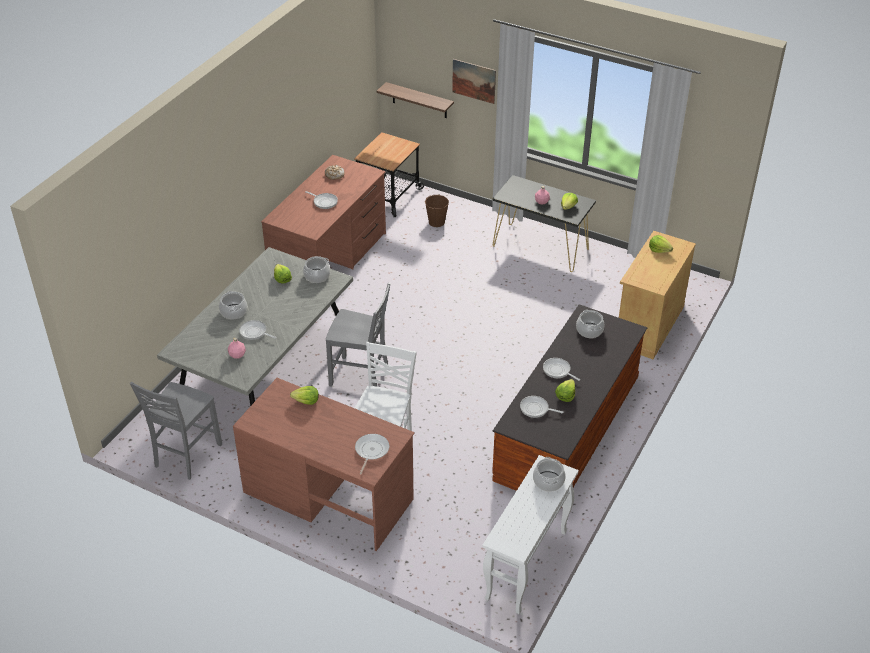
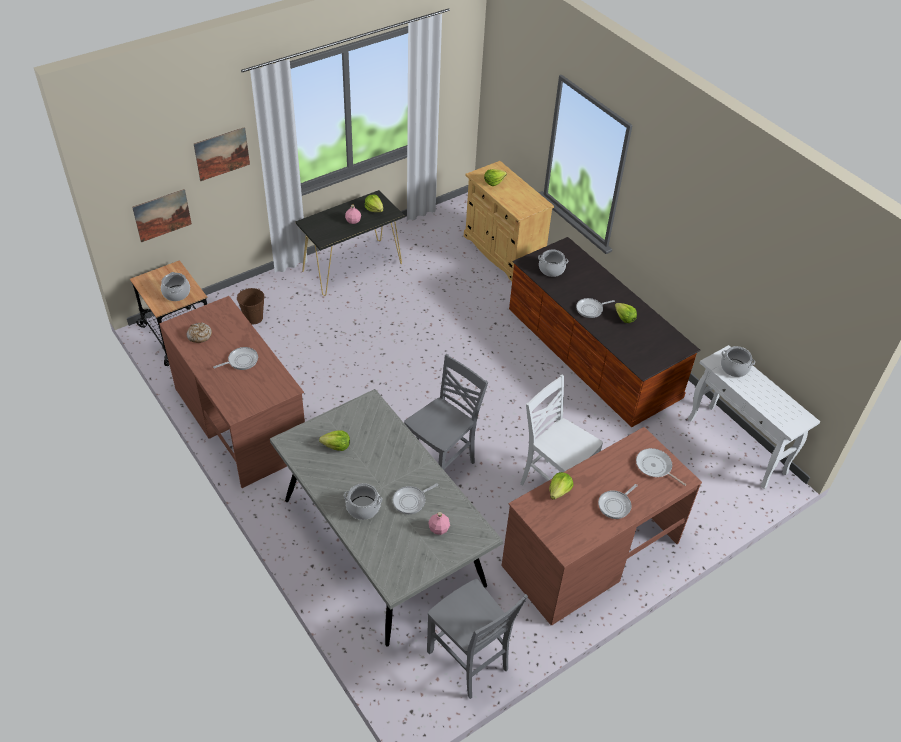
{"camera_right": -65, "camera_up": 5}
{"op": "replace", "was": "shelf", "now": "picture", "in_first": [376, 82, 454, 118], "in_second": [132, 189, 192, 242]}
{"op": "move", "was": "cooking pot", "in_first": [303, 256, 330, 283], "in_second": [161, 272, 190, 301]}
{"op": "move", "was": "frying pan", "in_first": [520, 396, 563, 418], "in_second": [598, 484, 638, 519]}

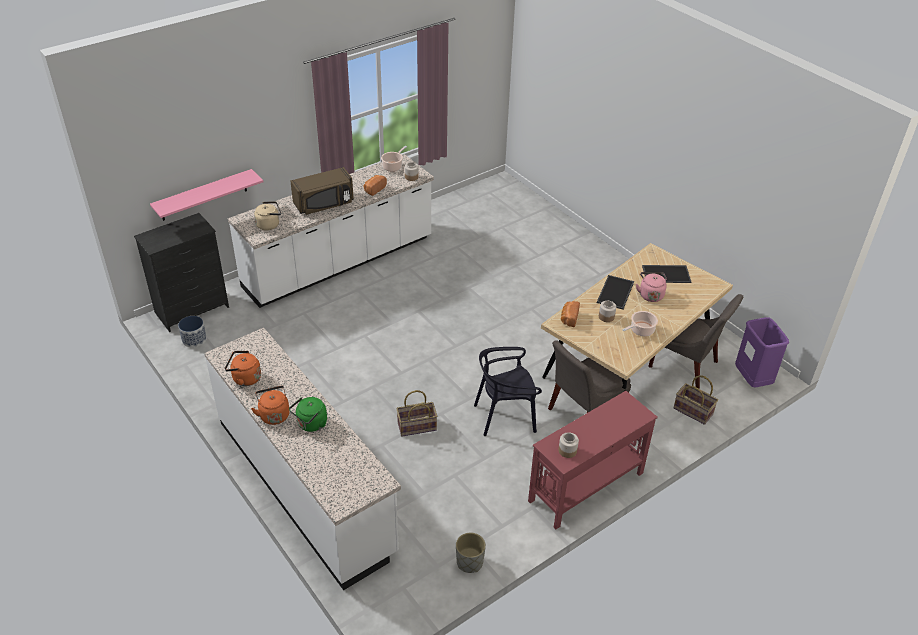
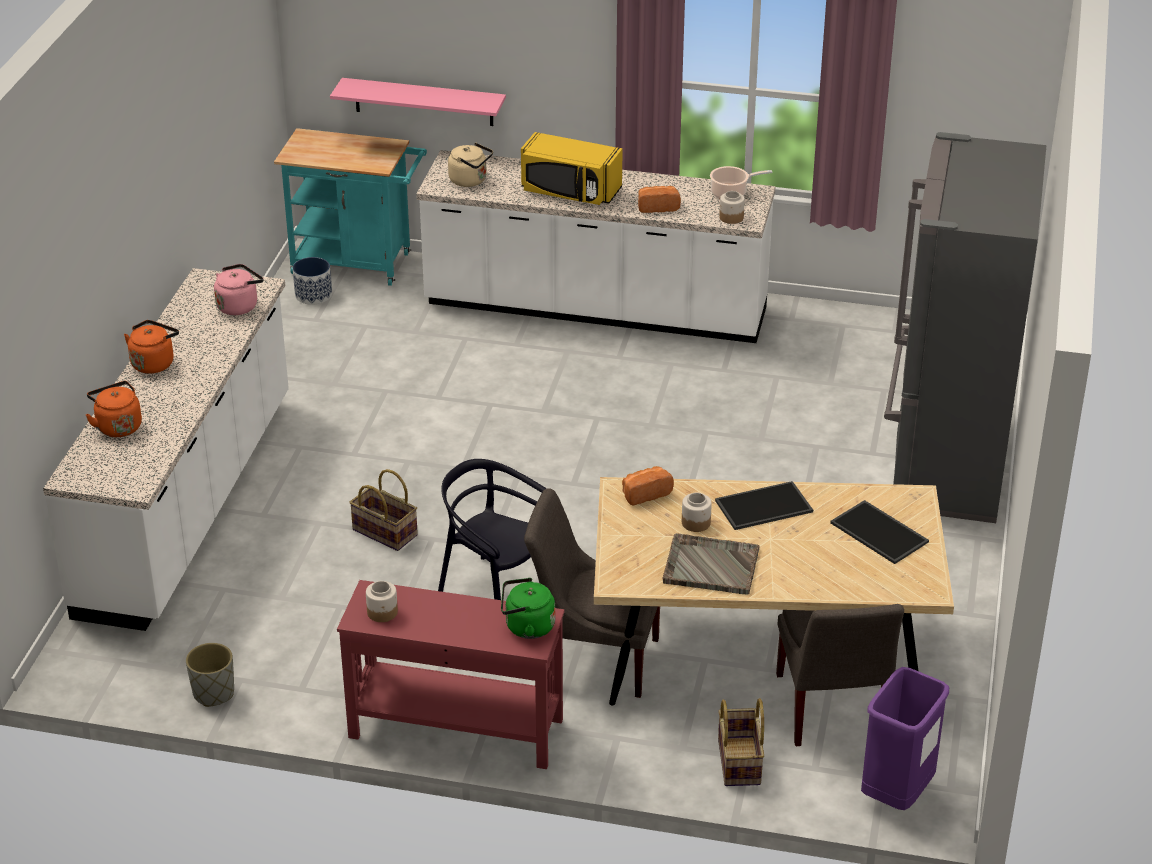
{"camera_right": 50, "camera_up": -5}
{"op": "move", "was": "orange kettle", "in_first": [225, 351, 261, 386], "in_second": [86, 381, 142, 437]}
{"op": "move", "was": "pink kettle", "in_first": [636, 272, 667, 302], "in_second": [214, 264, 264, 315]}
{"op": "replace", "was": "black dresser", "now": "turquoise cart", "in_first": [134, 213, 229, 332], "in_second": [274, 128, 427, 286]}
{"op": "move", "was": "green kettle", "in_first": [289, 397, 327, 432], "in_second": [501, 578, 555, 639]}
{"op": "recolor", "was": "brown microwave", "now": "yellow microwave", "in_first": [290, 167, 354, 215], "in_second": [521, 132, 623, 205]}
{"op": "replace", "was": "cooking pot", "now": "grey tray", "in_first": [623, 311, 658, 336], "in_second": [662, 533, 760, 595]}
{"op": "insert", "now": "grey fridge", "in_second": [884, 132, 1047, 523]}

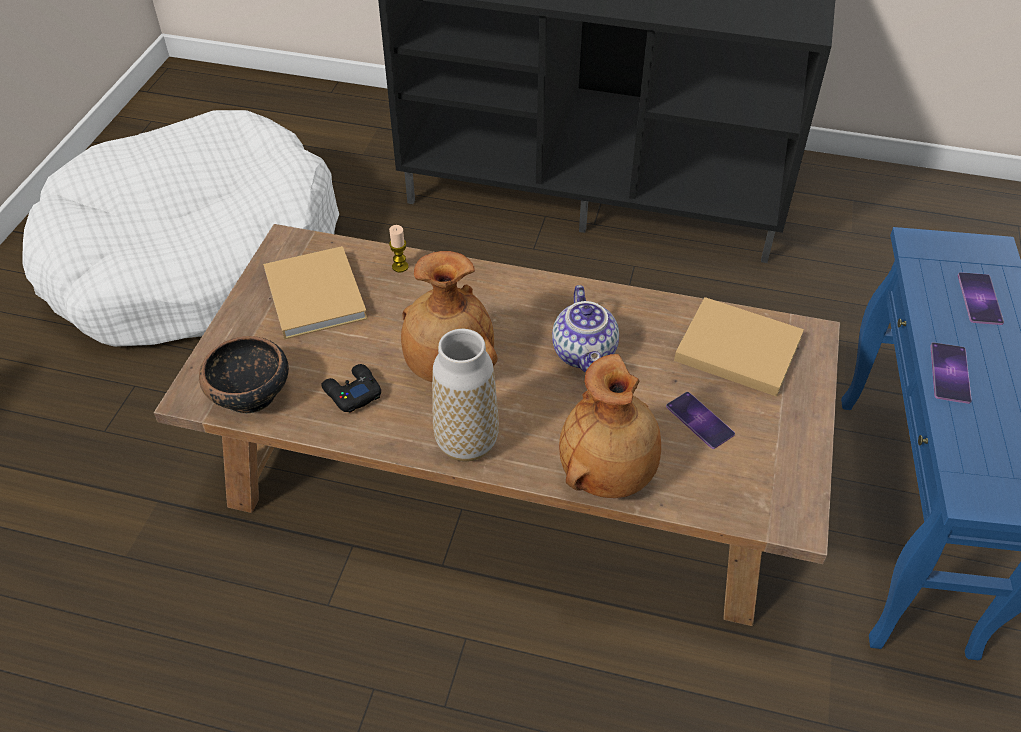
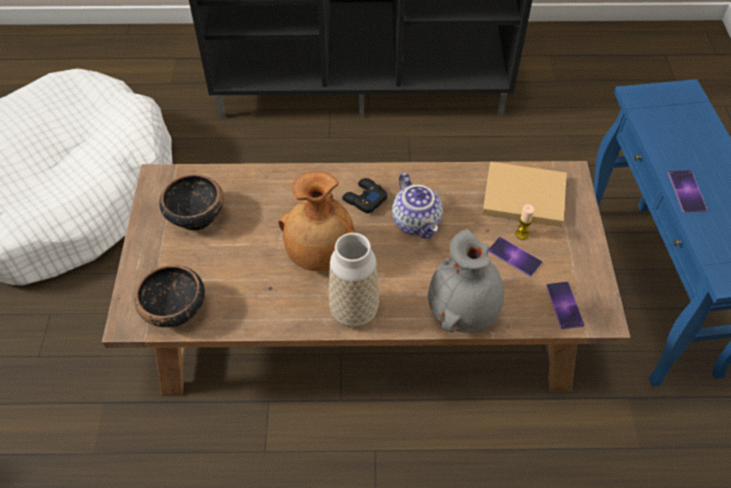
{"camera_right": -15, "camera_up": 5}
{"op": "replace", "was": "beige book", "now": "bowl", "in_first": [263, 246, 368, 340], "in_second": [159, 174, 224, 231]}
{"op": "move", "was": "black game controller", "in_first": [321, 364, 381, 412], "in_second": [342, 178, 387, 213]}
{"op": "recolor", "was": "brown vase", "now": "grey vase", "in_first": [559, 354, 661, 498], "in_second": [428, 229, 504, 333]}
{"op": "move", "was": "candle", "in_first": [389, 225, 409, 272], "in_second": [515, 204, 534, 240]}
{"op": "move", "was": "phone", "in_first": [958, 272, 1004, 325], "in_second": [546, 281, 585, 329]}

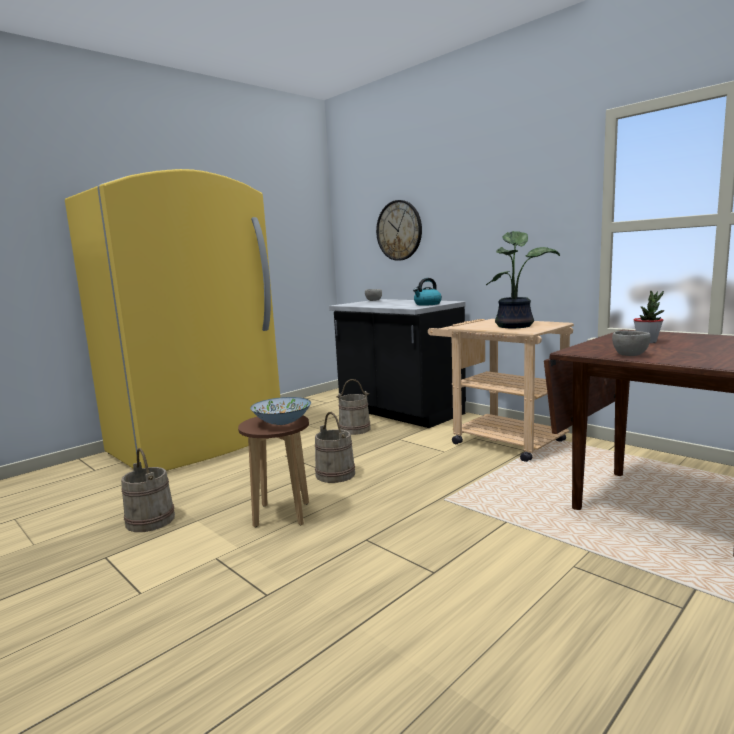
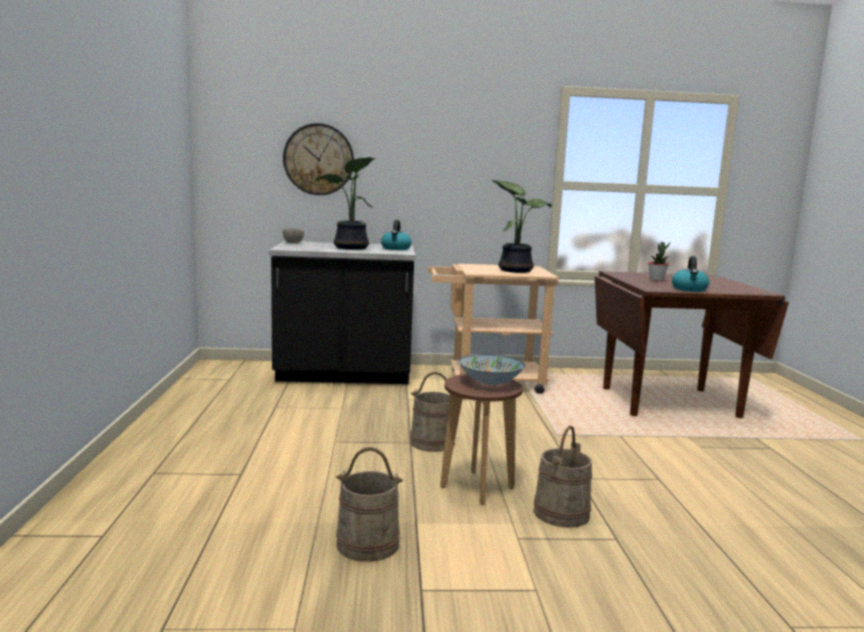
{"camera_right": -50, "camera_up": 0}
{"op": "insert", "now": "potted plant", "in_second": [313, 157, 375, 250]}
{"op": "move", "was": "beige bucket", "in_first": [336, 379, 371, 435], "in_second": [534, 426, 592, 528]}
{"op": "replace", "was": "grey bowl", "now": "kettle", "in_first": [612, 331, 651, 356], "in_second": [672, 256, 709, 292]}
{"op": "delete", "was": "yellow fridge", "in_first": [65, 169, 280, 471]}

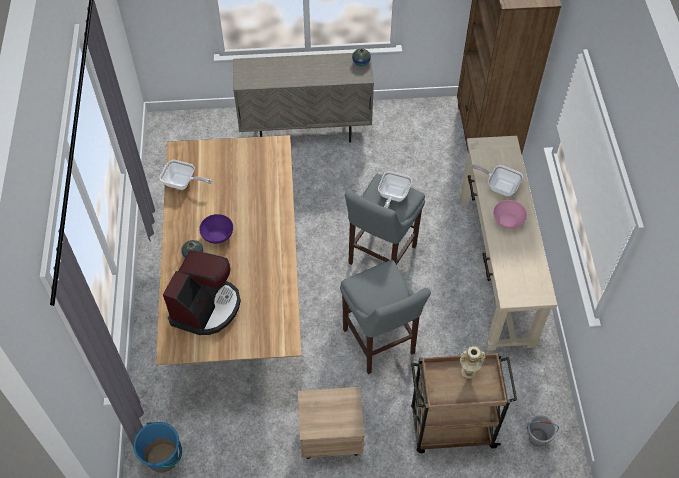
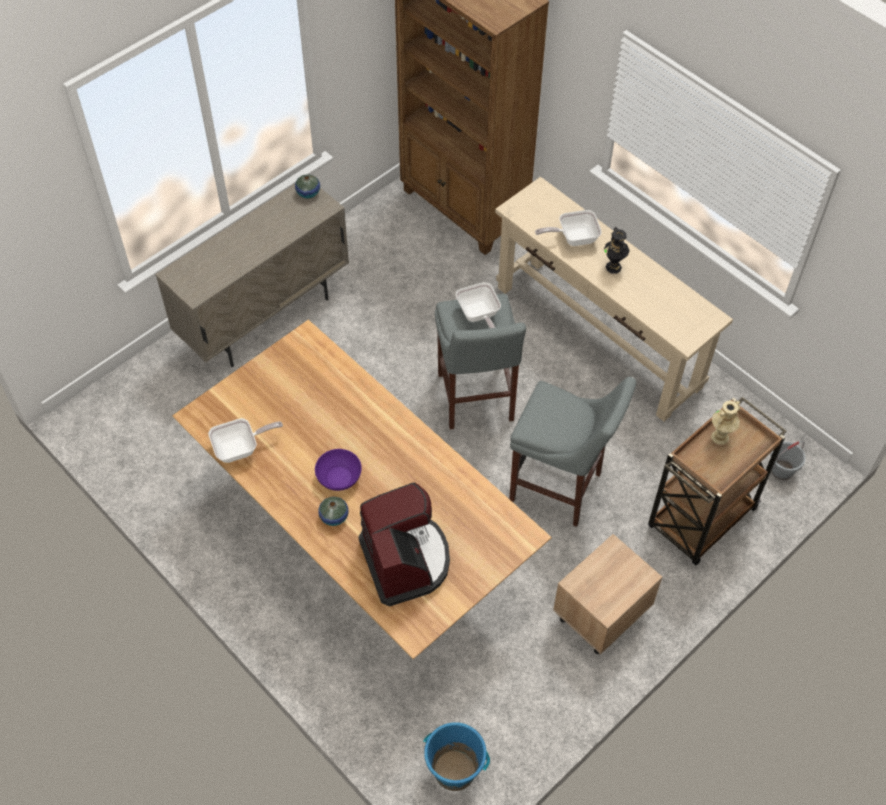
{"camera_right": -40, "camera_up": 0}
{"op": "replace", "was": "pink bowl", "now": "black vase", "in_first": [493, 200, 527, 229], "in_second": [604, 227, 630, 274]}

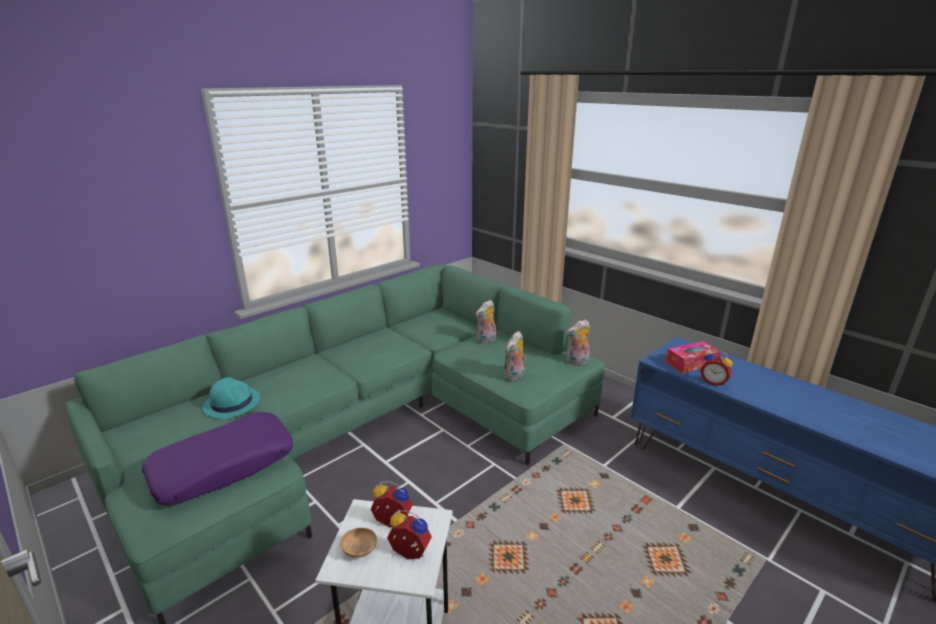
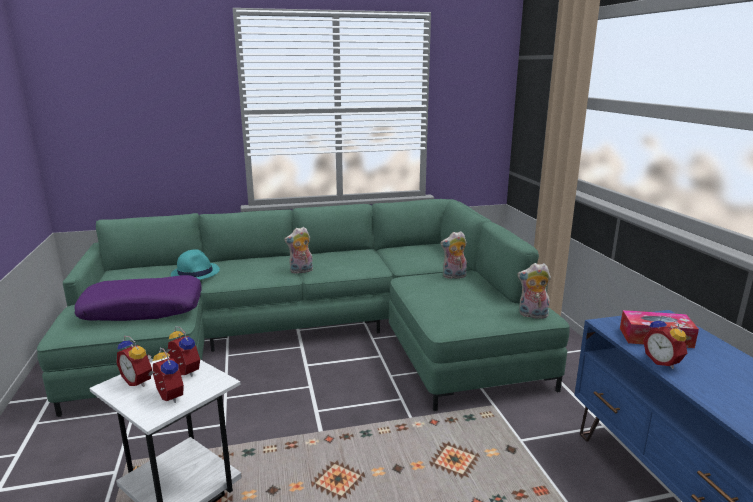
{"camera_right": 30, "camera_up": -5}
{"op": "replace", "was": "brown bowl", "now": "alarm clock", "in_first": [340, 528, 377, 558], "in_second": [116, 336, 153, 387]}
{"op": "move", "was": "plush toy", "in_first": [504, 331, 526, 381], "in_second": [284, 227, 313, 274]}

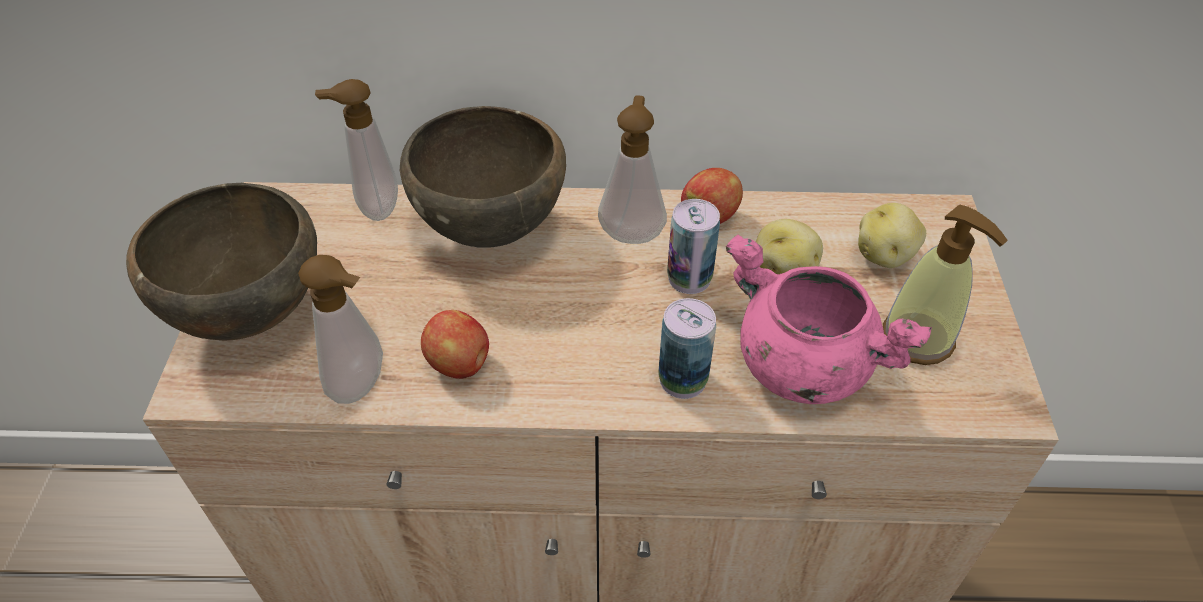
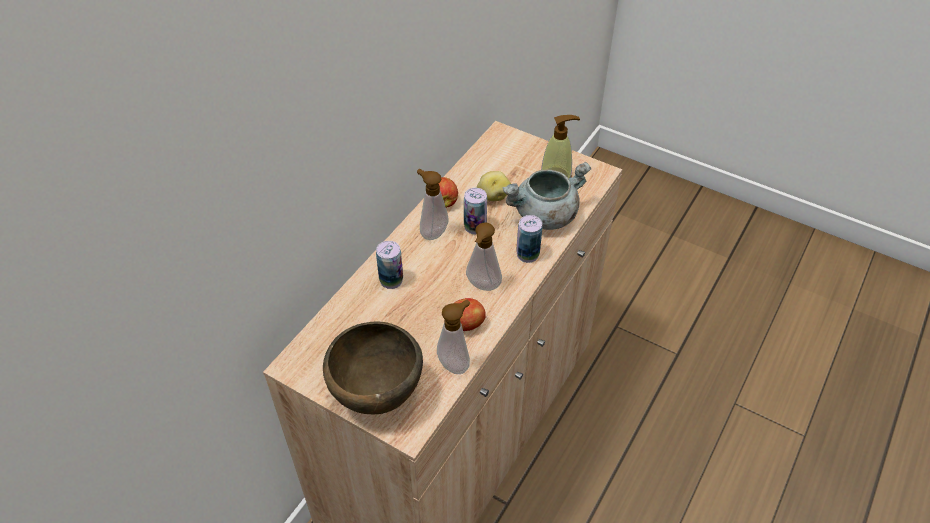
{"camera_right": -60, "camera_up": 0}
{"op": "replace", "was": "brown bowl", "now": "can", "in_first": [400, 106, 566, 248], "in_second": [376, 241, 403, 289]}
{"op": "move", "was": "soap dispenser", "in_first": [315, 79, 398, 221], "in_second": [466, 222, 502, 291]}
{"op": "recolor", "was": "pink cooking pot", "now": "grey cooking pot", "in_first": [726, 235, 932, 404], "in_second": [502, 161, 591, 230]}
{"op": "delete", "was": "potato", "in_first": [858, 203, 926, 268]}

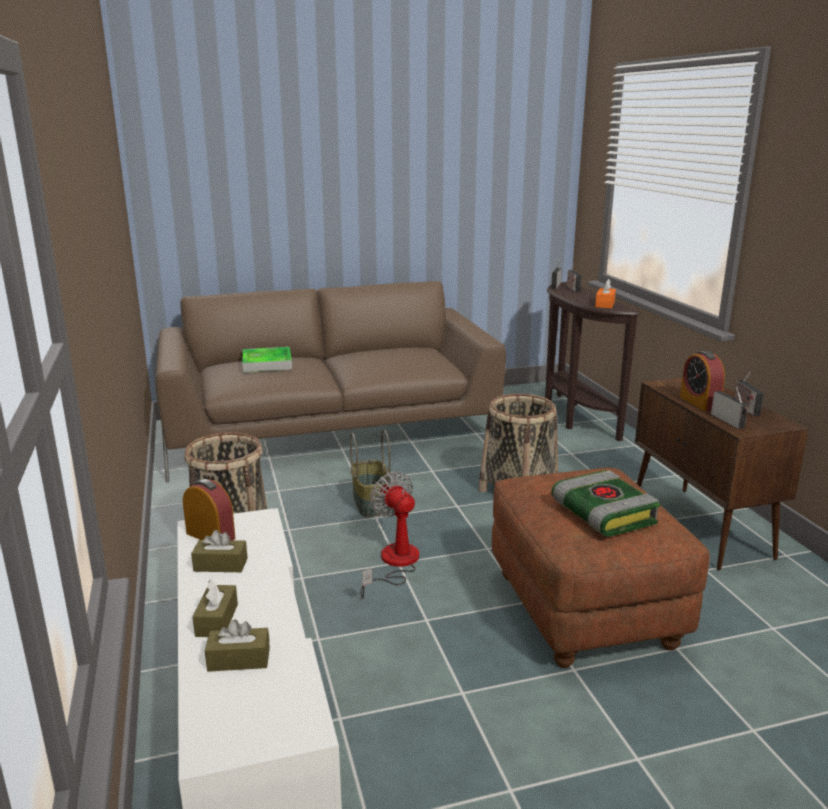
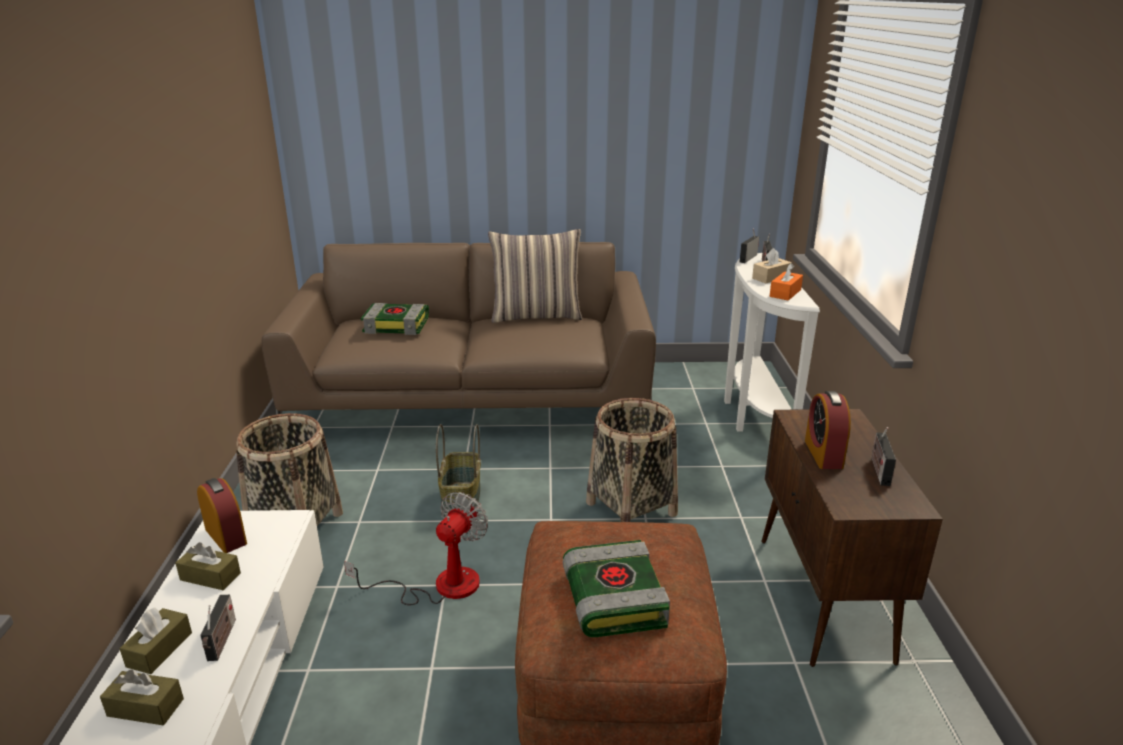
{"camera_right": 15, "camera_up": 5}
{"op": "move", "was": "radio", "in_first": [711, 387, 749, 429], "in_second": [200, 595, 236, 661]}
{"op": "rotate", "was": "fan", "in_first": [360, 472, 419, 599], "in_second": [344, 492, 488, 605], "clockwise": 45}
{"op": "replace", "was": "tray", "now": "book", "in_first": [242, 347, 292, 372], "in_second": [361, 303, 429, 335]}
{"op": "insert", "now": "pillow", "in_second": [488, 229, 582, 323]}
{"op": "recolor", "was": "brown console table", "now": "white console table", "in_first": [545, 282, 639, 441], "in_second": [724, 253, 820, 432]}
{"op": "insert", "now": "beige tissue box", "in_second": [752, 248, 792, 283]}

